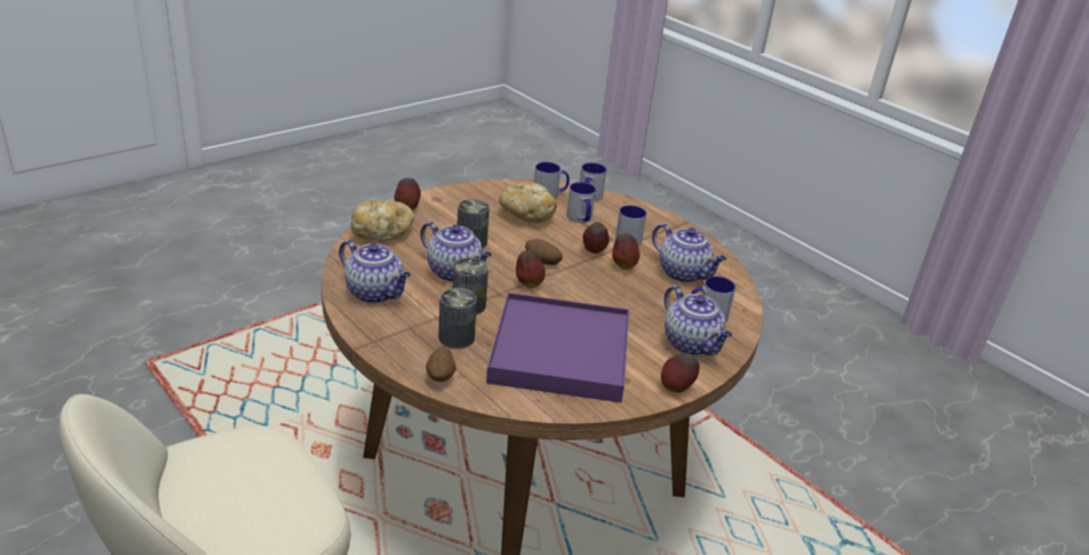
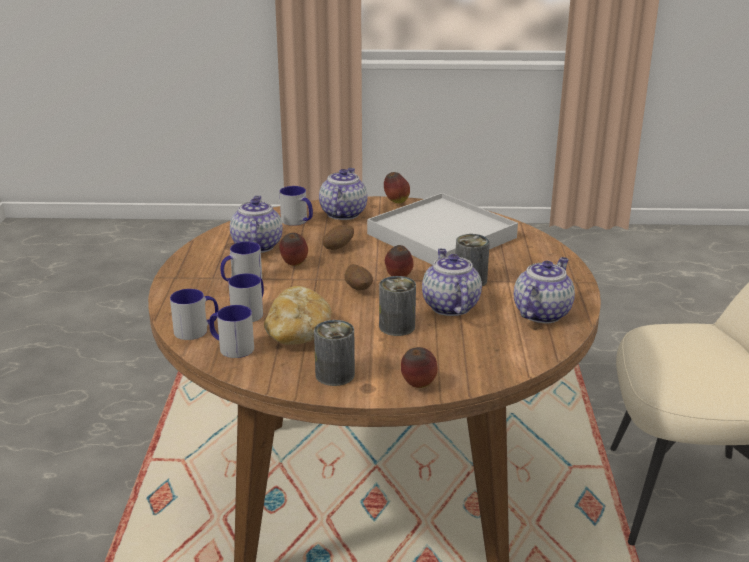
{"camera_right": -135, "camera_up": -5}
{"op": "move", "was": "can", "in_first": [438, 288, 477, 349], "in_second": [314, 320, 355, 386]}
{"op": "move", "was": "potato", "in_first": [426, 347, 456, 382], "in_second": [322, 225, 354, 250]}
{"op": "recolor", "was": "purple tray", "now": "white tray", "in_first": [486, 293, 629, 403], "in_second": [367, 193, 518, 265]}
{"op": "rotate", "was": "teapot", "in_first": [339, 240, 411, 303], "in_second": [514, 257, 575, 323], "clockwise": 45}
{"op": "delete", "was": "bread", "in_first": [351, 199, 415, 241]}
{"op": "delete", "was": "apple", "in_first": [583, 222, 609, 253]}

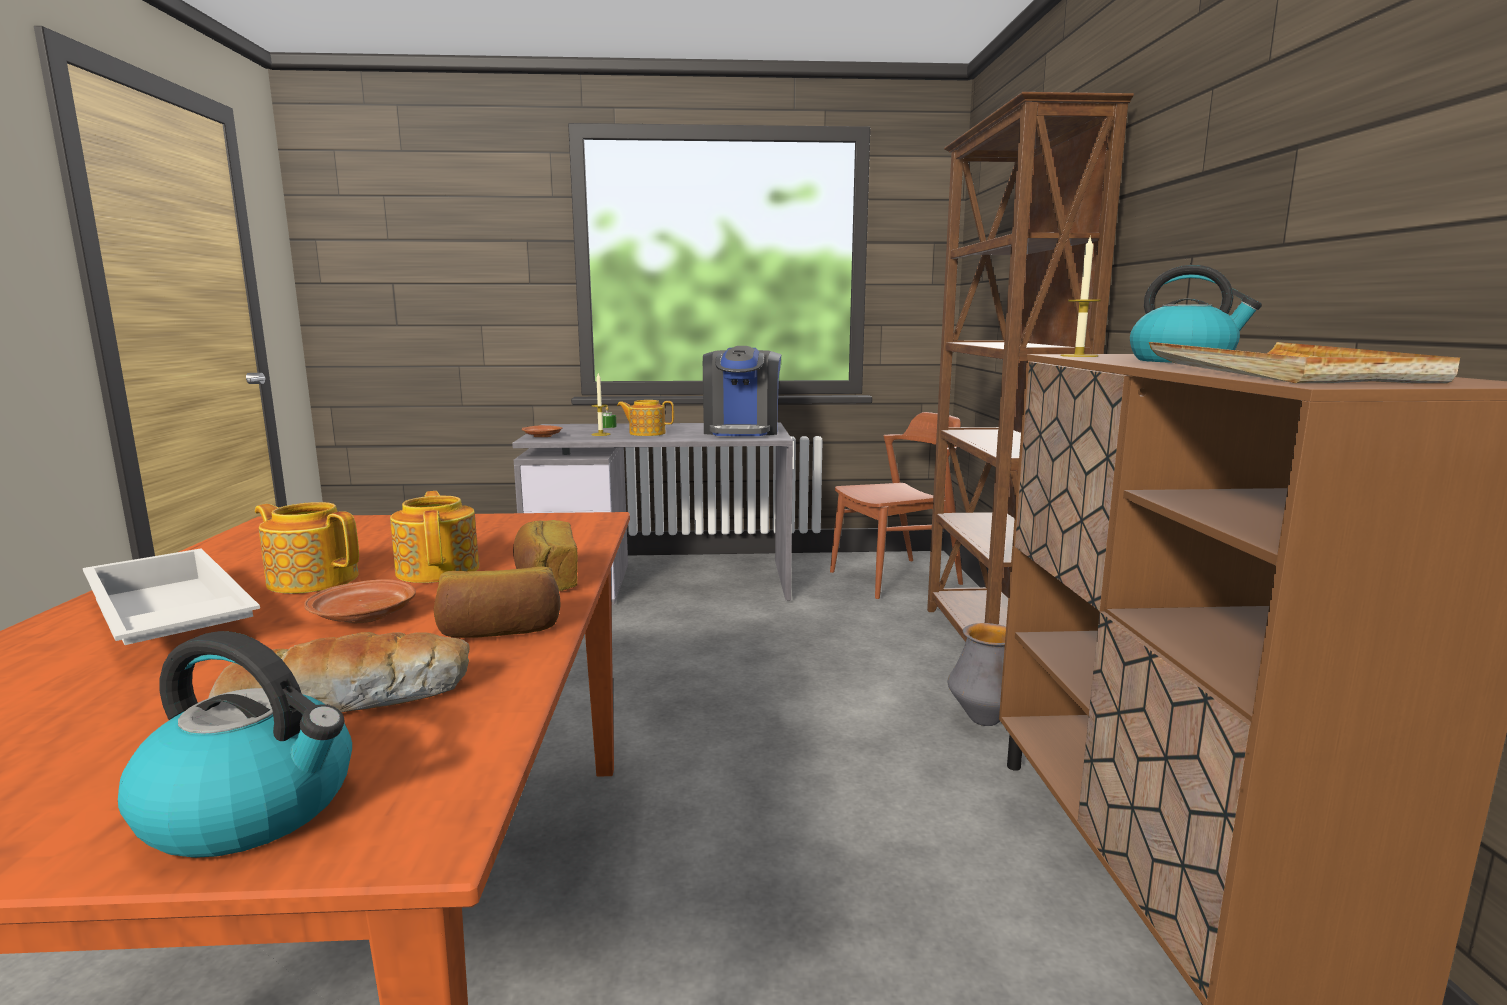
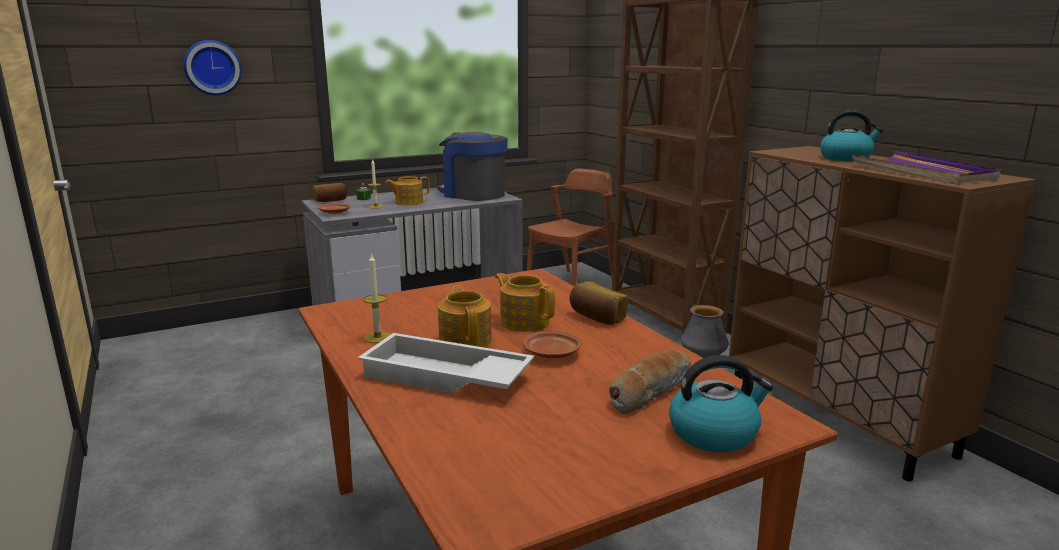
{"camera_right": -25, "camera_up": 5}
{"op": "insert", "now": "wall clock", "in_second": [183, 40, 242, 95]}
{"op": "move", "was": "bread", "in_first": [433, 567, 561, 638], "in_second": [312, 183, 347, 202]}
{"op": "move", "was": "candle", "in_first": [1061, 235, 1101, 357], "in_second": [363, 253, 391, 343]}
{"op": "rotate", "was": "coffee machine", "in_first": [703, 346, 781, 436], "in_second": [437, 132, 508, 201], "clockwise": 150}
{"op": "rotate", "was": "teapot", "in_first": [255, 502, 359, 594], "in_second": [438, 285, 492, 348], "clockwise": 75}
{"op": "recolor", "was": "beige tray", "now": "purple tray", "in_first": [1149, 342, 1460, 384], "in_second": [851, 151, 1001, 184]}

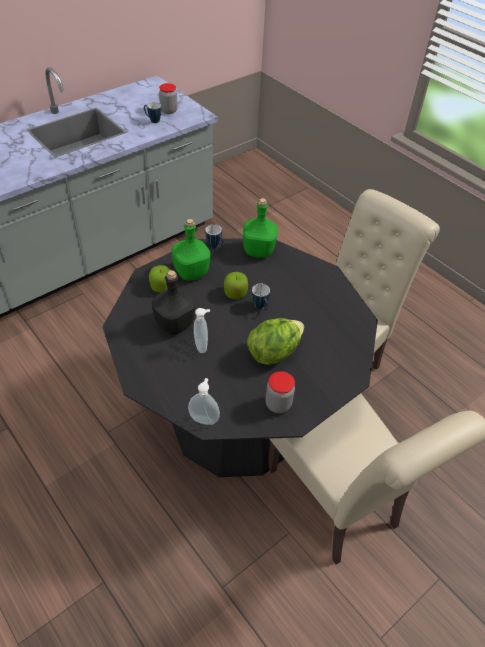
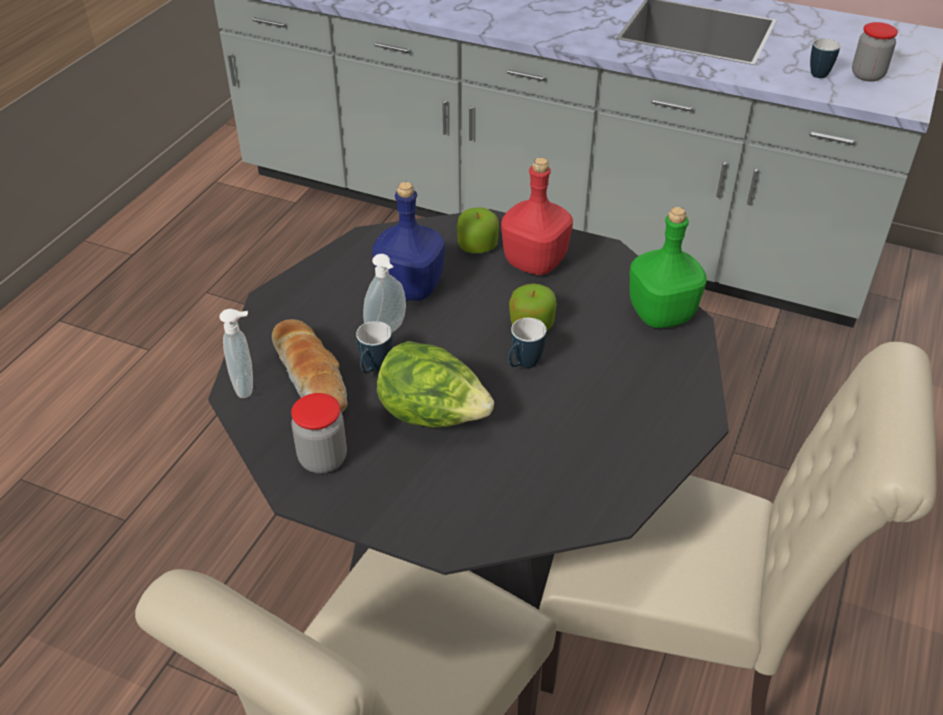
{"camera_right": 65, "camera_up": -5}
{"op": "insert", "now": "bread", "in_second": [272, 319, 347, 413]}
{"op": "move", "was": "mug", "in_first": [205, 224, 223, 248], "in_second": [356, 321, 392, 374]}
{"op": "recolor", "was": "black bottle", "now": "blue bottle", "in_first": [152, 270, 195, 334], "in_second": [372, 182, 445, 301]}
{"op": "recolor", "was": "green bottle", "now": "red bottle", "in_first": [171, 219, 210, 281], "in_second": [501, 158, 573, 275]}

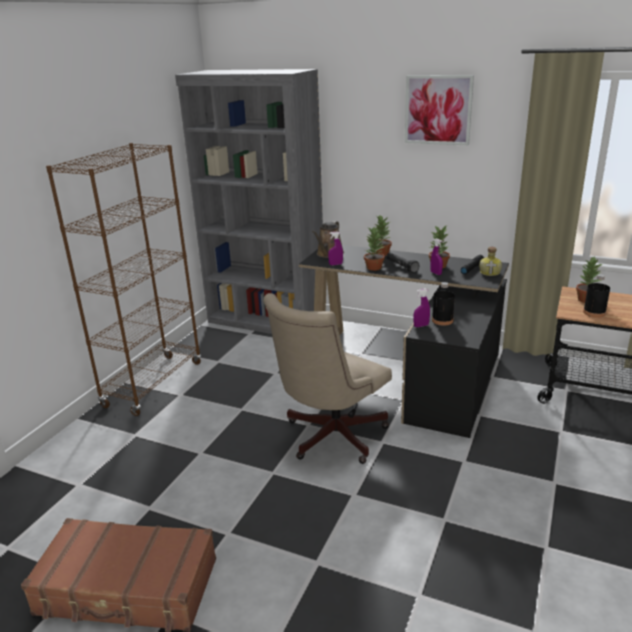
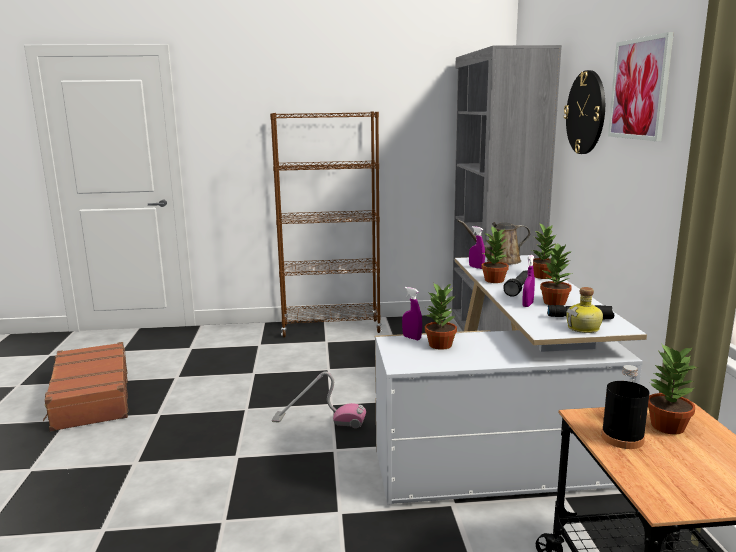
{"camera_right": 60, "camera_up": -10}
{"op": "replace", "was": "beige office chair", "now": "vacuum cleaner", "in_first": [263, 293, 392, 464], "in_second": [272, 371, 366, 428]}
{"op": "recolor", "was": "black desk", "now": "white desk", "in_first": [299, 245, 509, 438], "in_second": [375, 255, 647, 505]}
{"op": "replace", "was": "black bottle", "now": "potted plant", "in_first": [432, 282, 455, 326], "in_second": [425, 283, 457, 350]}
{"op": "insert", "now": "wall clock", "in_second": [564, 70, 605, 154]}

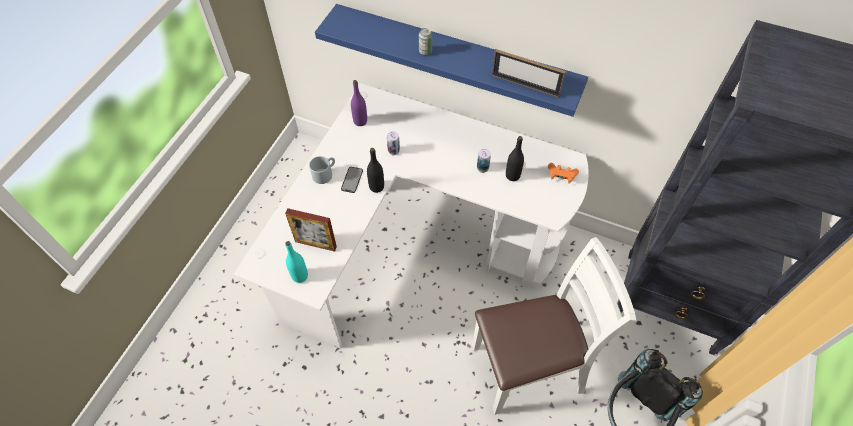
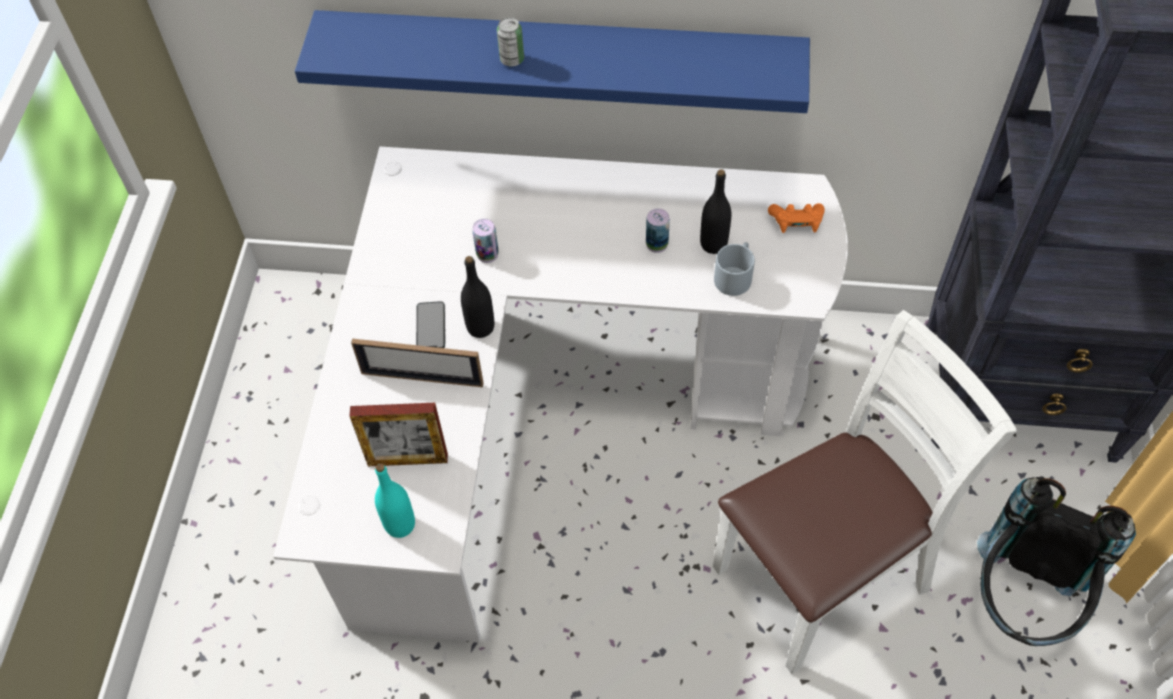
{"camera_right": -15, "camera_up": 0}
{"op": "move", "was": "picture frame", "in_first": [492, 49, 566, 97], "in_second": [351, 339, 484, 387]}
{"op": "move", "was": "grey mug", "in_first": [309, 156, 335, 184], "in_second": [714, 242, 755, 296]}
{"op": "delete", "was": "purple bottle", "in_first": [351, 80, 367, 126]}

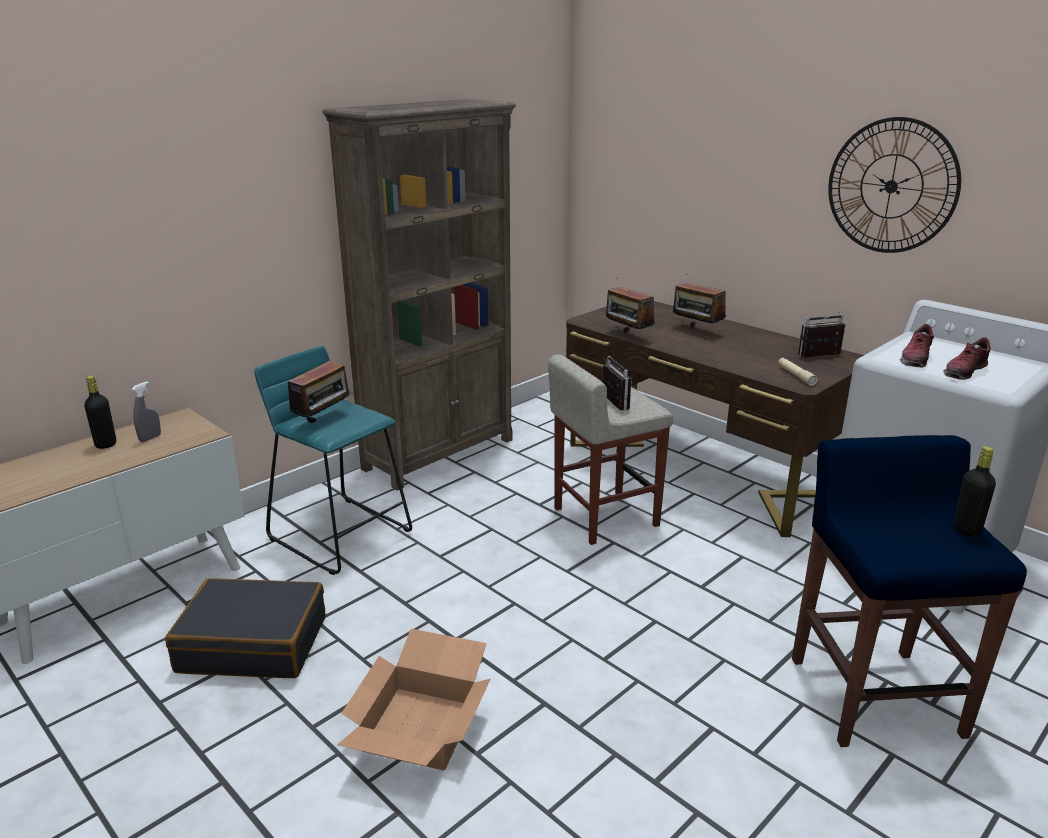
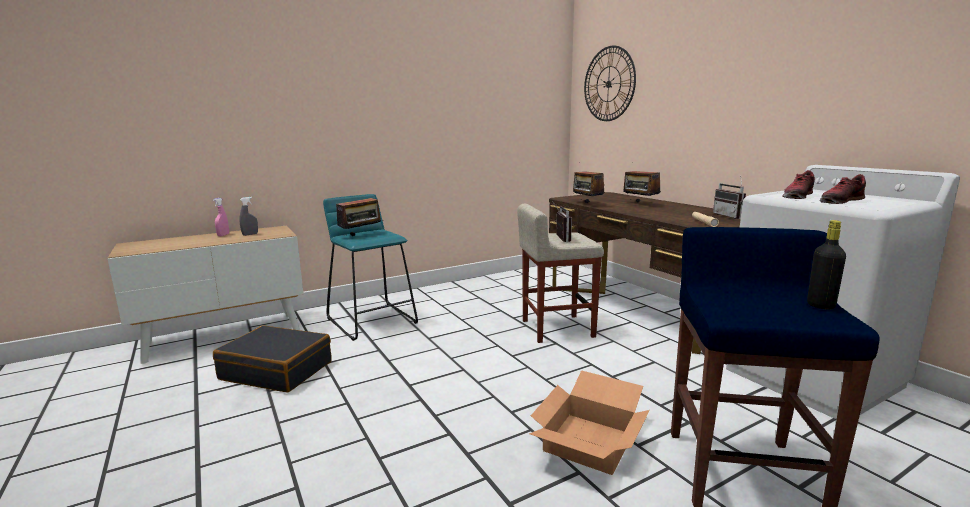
{"camera_right": 15, "camera_up": -10}
{"op": "replace", "was": "black bottle", "now": "pink spray bottle", "in_first": [84, 376, 116, 449], "in_second": [213, 198, 229, 236]}
{"op": "move", "was": "cardboard box", "in_first": [337, 629, 491, 771], "in_second": [529, 370, 650, 475]}
{"op": "move", "was": "wall clock", "in_first": [828, 117, 961, 253], "in_second": [584, 46, 636, 121]}
{"op": "rotate", "was": "radio", "in_first": [798, 311, 846, 358], "in_second": [713, 177, 746, 219], "clockwise": -105}
{"op": "delete", "was": "brown bookcase", "in_first": [323, 99, 516, 490]}

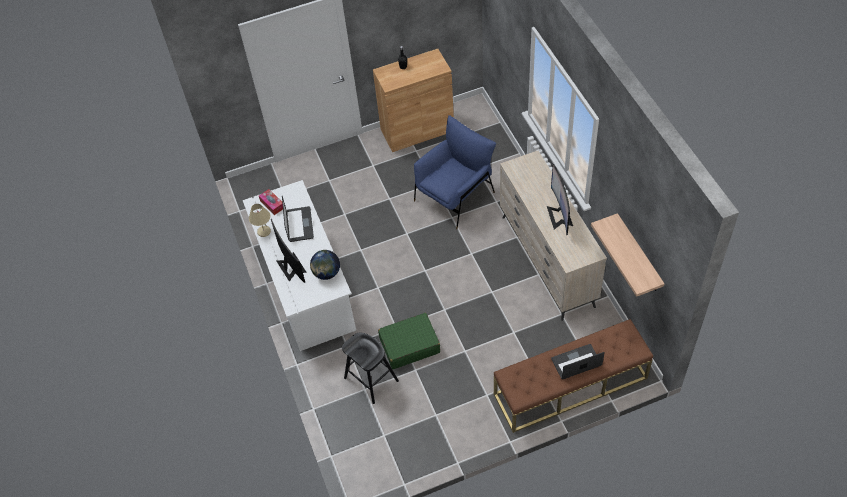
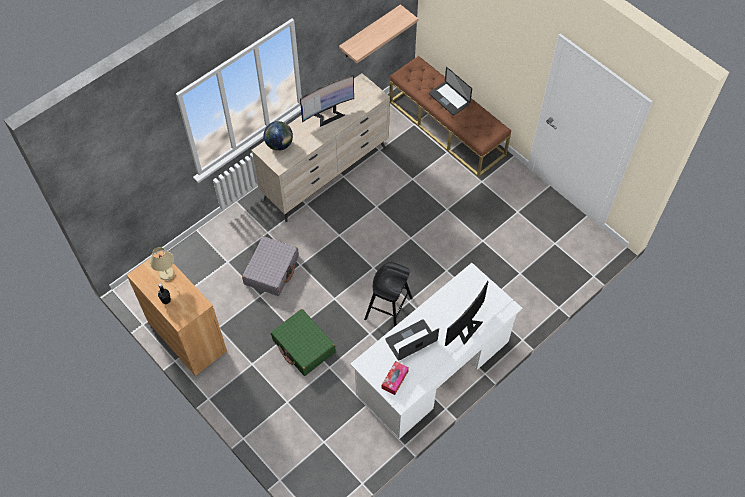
{"camera_right": -115, "camera_up": 5}
{"op": "move", "was": "beige table lamp", "in_first": [249, 204, 271, 237], "in_second": [150, 247, 174, 280]}
{"op": "replace", "was": "blue armchair", "now": "grey suitcase", "in_first": [414, 115, 496, 229], "in_second": [242, 236, 299, 296]}
{"op": "move", "was": "globe", "in_first": [310, 250, 340, 280], "in_second": [264, 121, 293, 151]}
{"op": "move", "was": "green suitcase", "in_first": [378, 313, 440, 369], "in_second": [271, 309, 336, 376]}
{"op": "move", "was": "black stool", "in_first": [342, 333, 399, 404], "in_second": [364, 262, 412, 327]}

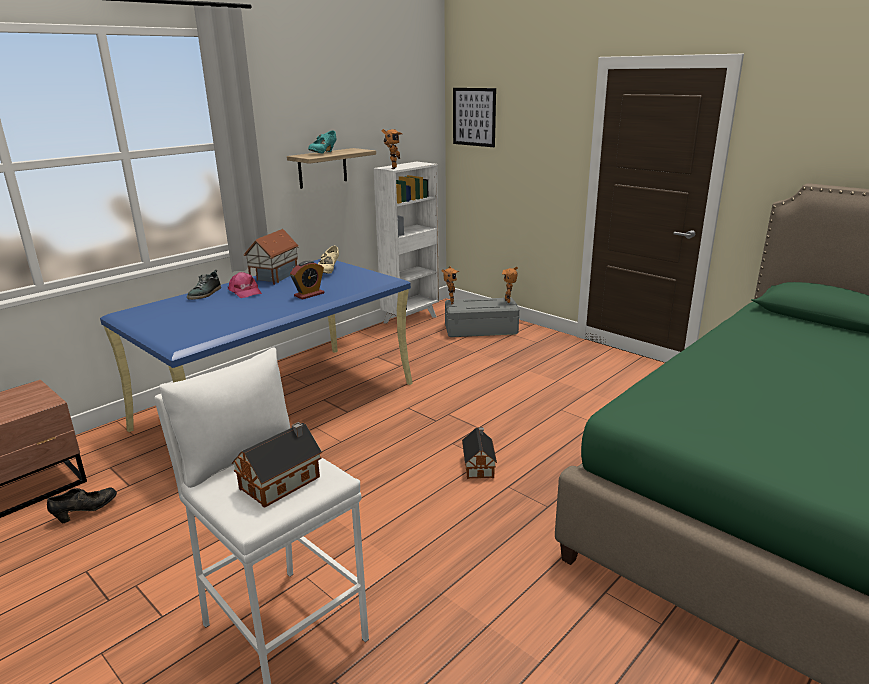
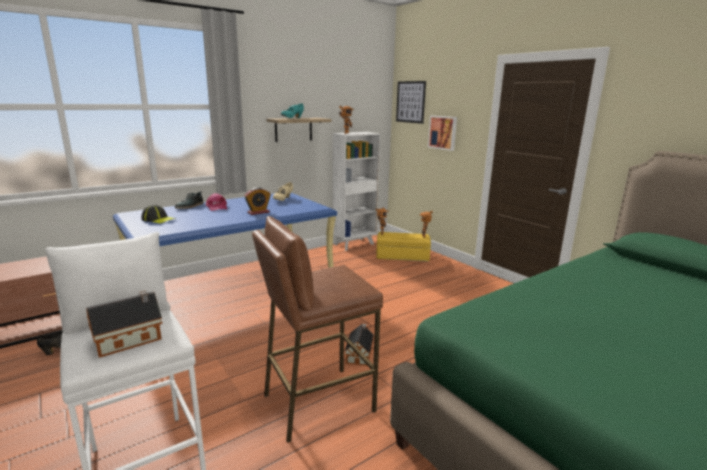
{"camera_right": 10, "camera_up": -5}
{"op": "insert", "now": "cap", "in_second": [141, 204, 176, 224]}
{"op": "insert", "now": "brown stool", "in_second": [252, 216, 383, 443]}
{"op": "recolor", "was": "grey storage box", "now": "yellow storage box", "in_first": [445, 297, 519, 337], "in_second": [376, 232, 431, 262]}
{"op": "insert", "now": "picture", "in_second": [428, 116, 457, 151]}
{"op": "delete", "was": "toy house", "in_first": [244, 229, 299, 285]}

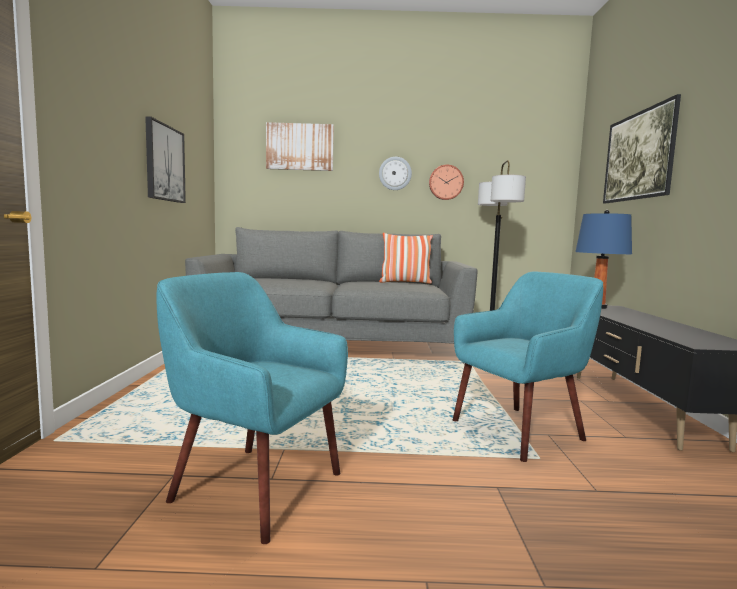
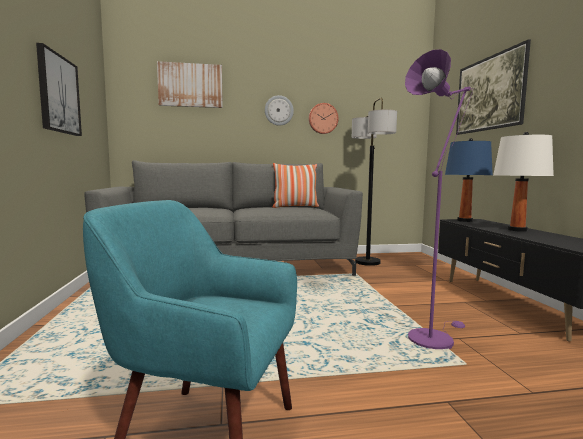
{"camera_right": -10, "camera_up": 0}
{"op": "replace", "was": "turquoise armchair", "now": "purple floor lamp", "in_first": [453, 271, 603, 462], "in_second": [405, 49, 473, 349]}
{"op": "insert", "now": "white table lamp", "in_second": [493, 132, 554, 232]}

